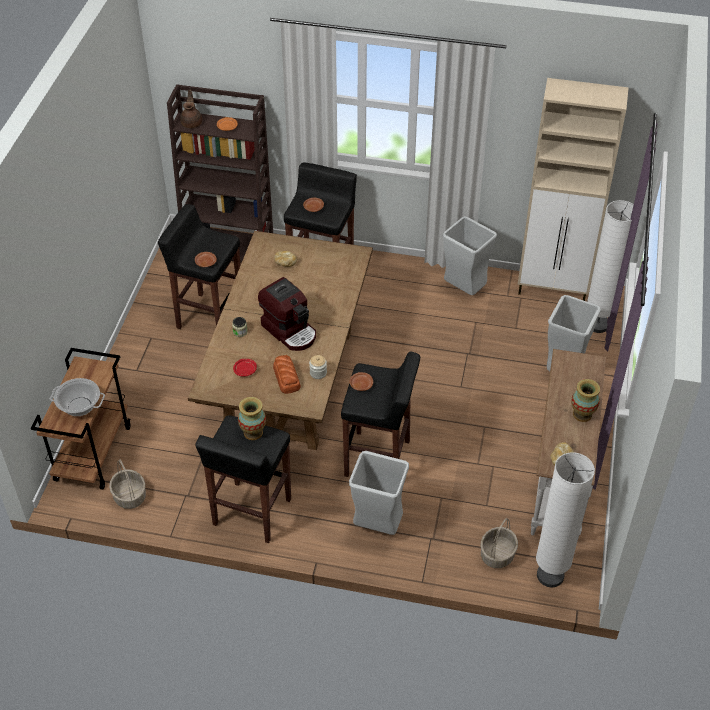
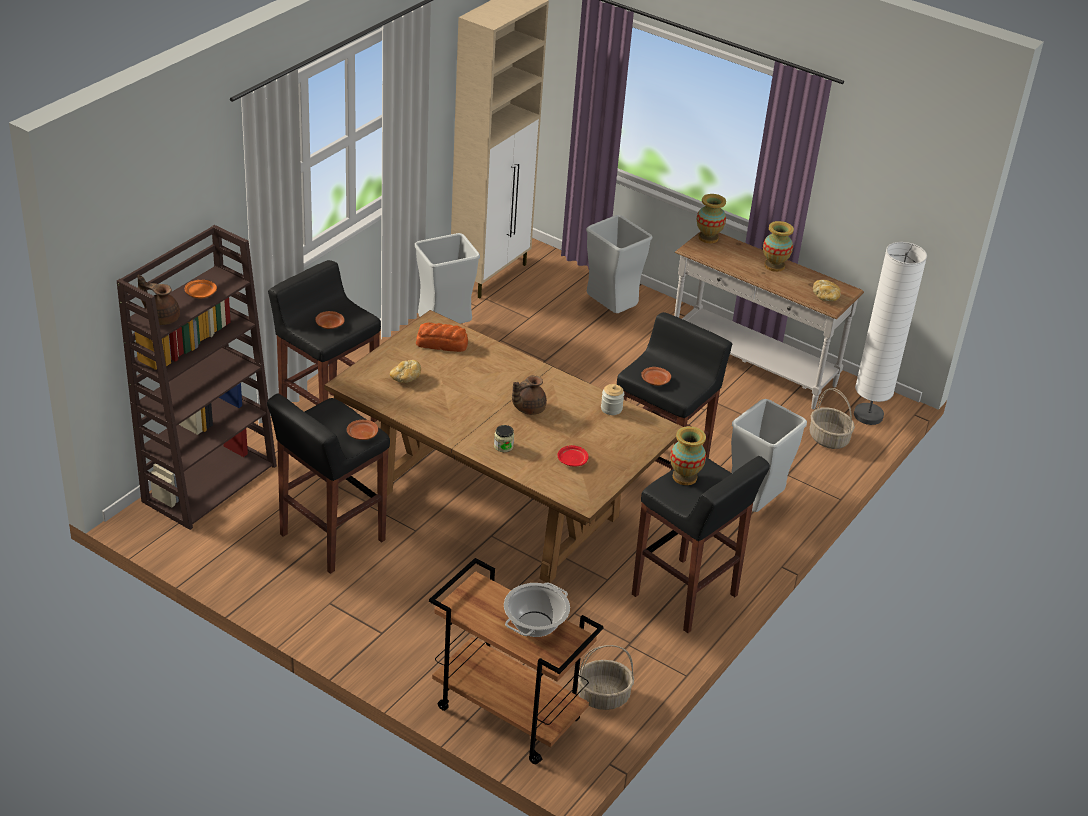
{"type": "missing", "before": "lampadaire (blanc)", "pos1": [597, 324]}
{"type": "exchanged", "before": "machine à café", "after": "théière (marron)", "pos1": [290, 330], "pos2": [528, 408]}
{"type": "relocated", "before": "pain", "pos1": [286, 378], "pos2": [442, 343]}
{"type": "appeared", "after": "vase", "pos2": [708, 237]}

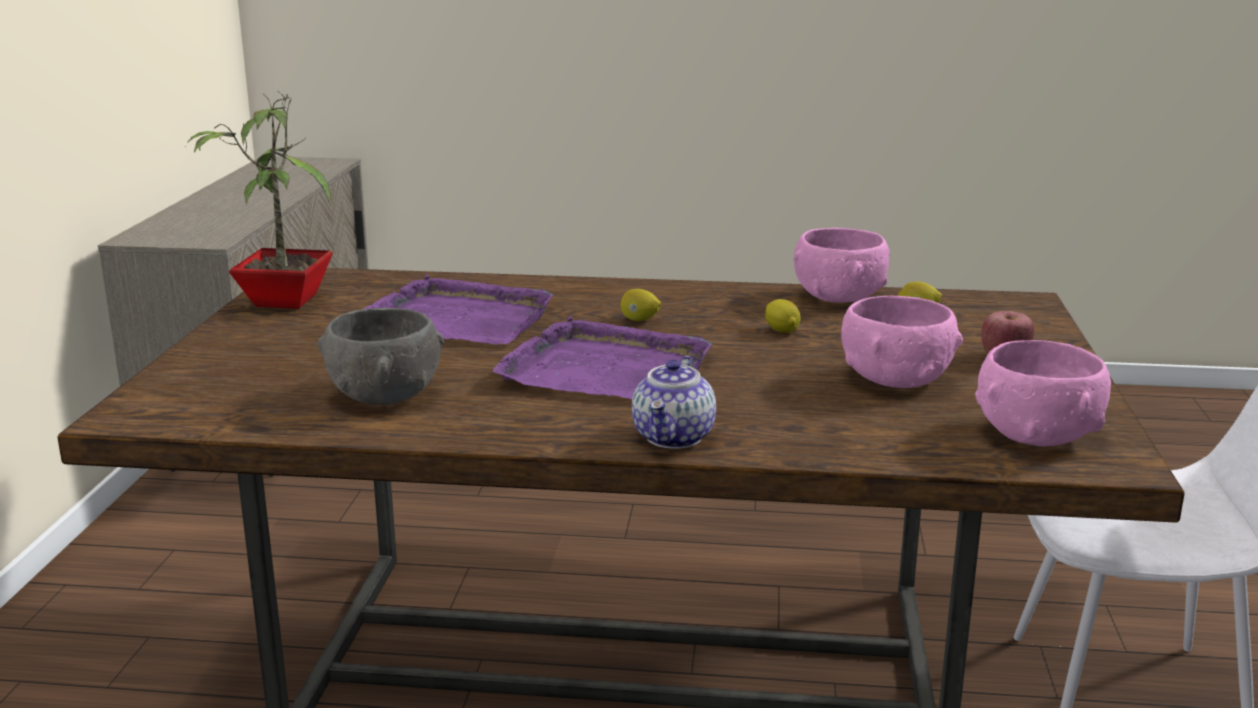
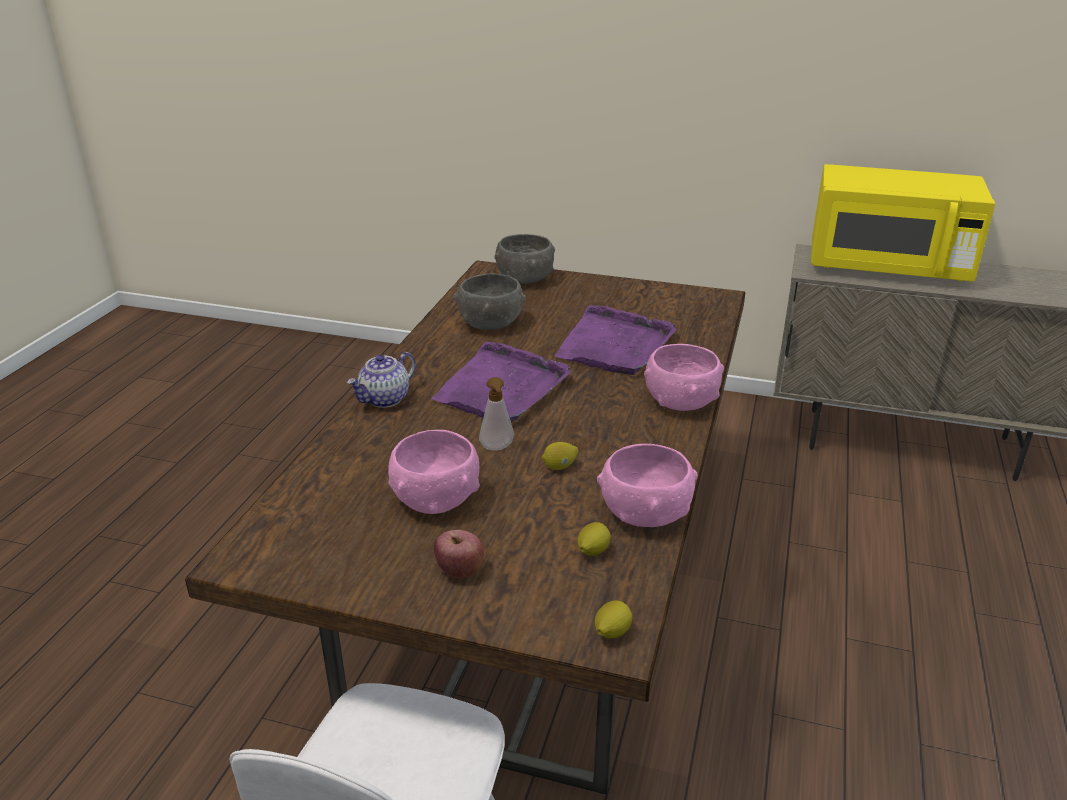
{"type": "missing", "before": "plante en pot", "pos1": [281, 301]}
{"type": "relocated", "before": "citron", "pos1": [639, 320], "pos2": [611, 632]}
{"type": "relocated", "before": "bol (rose)", "pos1": [1037, 434], "pos2": [681, 402]}
{"type": "spun", "before": "théière", "pos1": [674, 437], "pos2": [385, 399], "turn": -75}
{"type": "appeared", "after": "micro-ondes (jaune)", "pos2": [887, 266]}
{"type": "appeared", "after": "bol (gris)", "pos2": [525, 279]}
{"type": "appeared", "after": "distributeur de savon", "pos2": [497, 448]}

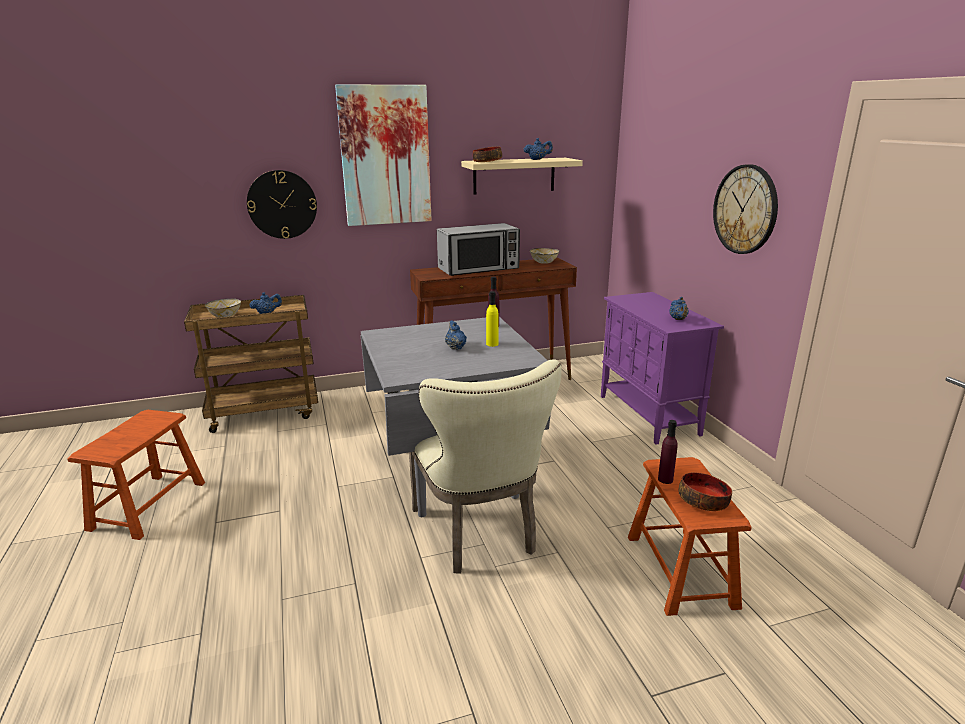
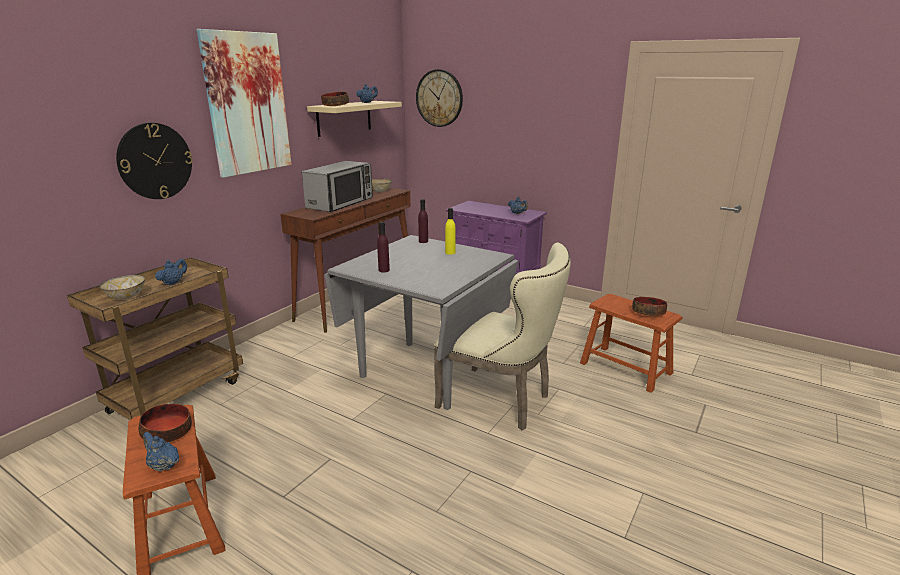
{"type": "relocated", "before": "horloge murale", "pos1": [745, 209], "pos2": [439, 98]}
{"type": "relocated", "before": "théière (bleu)", "pos1": [455, 347], "pos2": [163, 465]}
{"type": "relocated", "before": "bouteille (violet)", "pos1": [665, 479], "pos2": [384, 270]}
{"type": "appeared", "after": "bol", "pos2": [168, 432]}

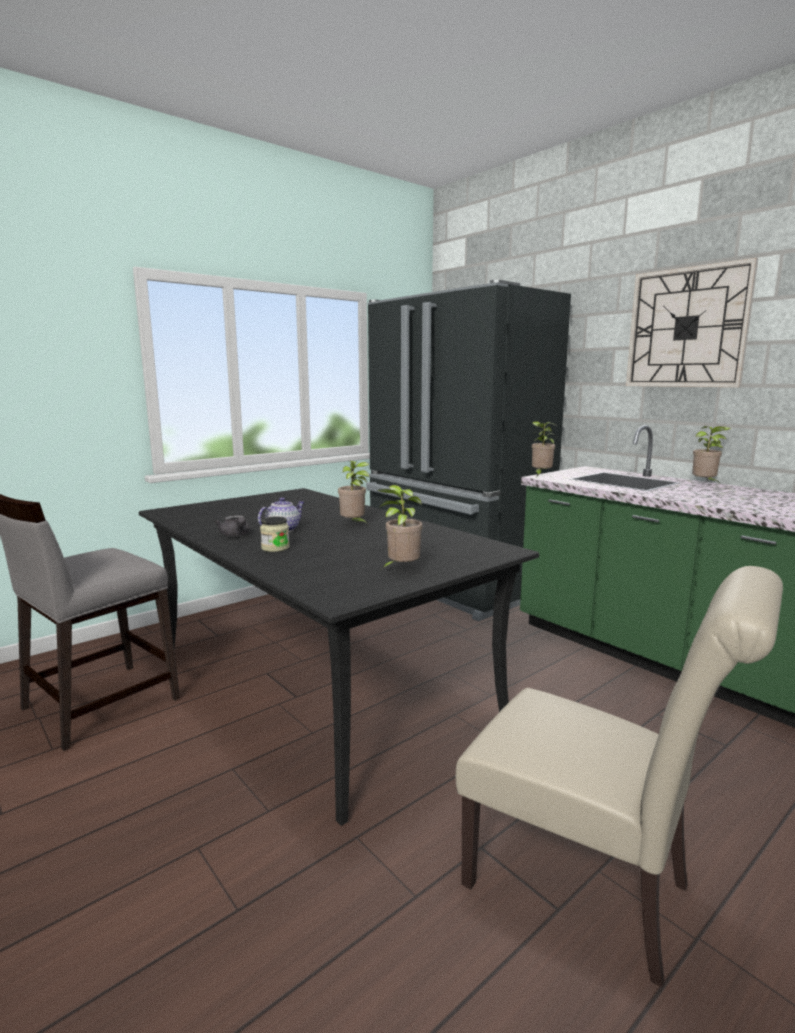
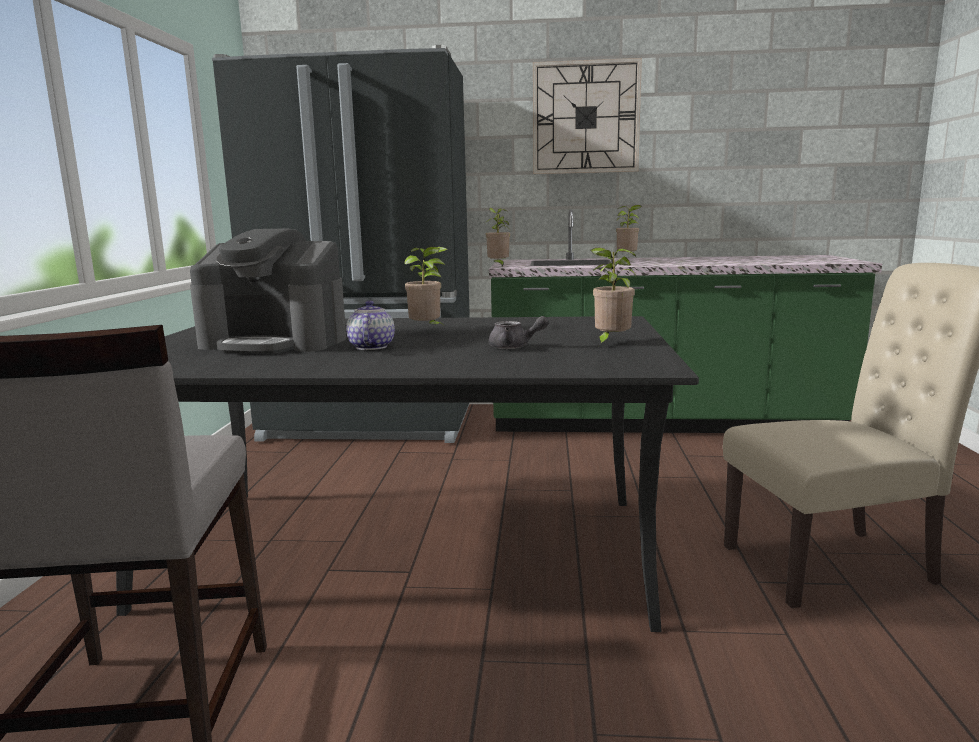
{"type": "relocated", "before": "théière (gris)", "pos1": [236, 535], "pos2": [514, 347]}
{"type": "missing", "before": "bocal", "pos1": [275, 548]}
{"type": "appeared", "after": "machine à café", "pos2": [276, 342]}

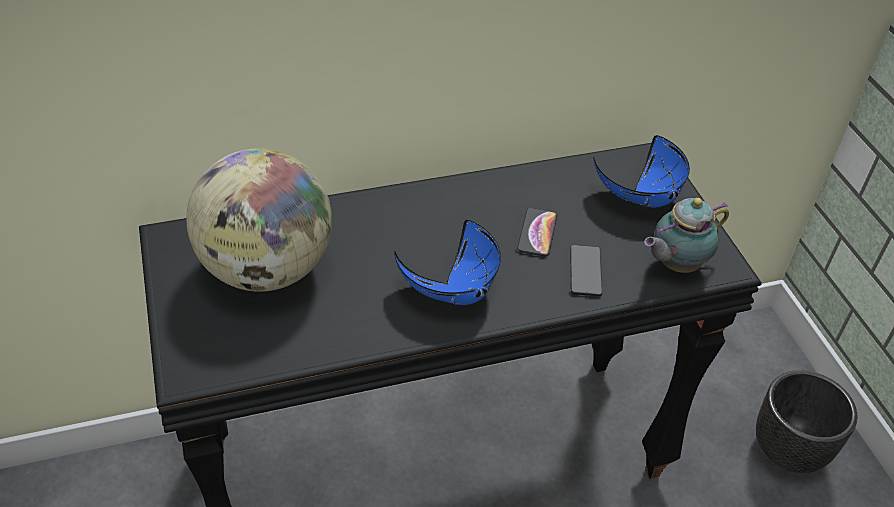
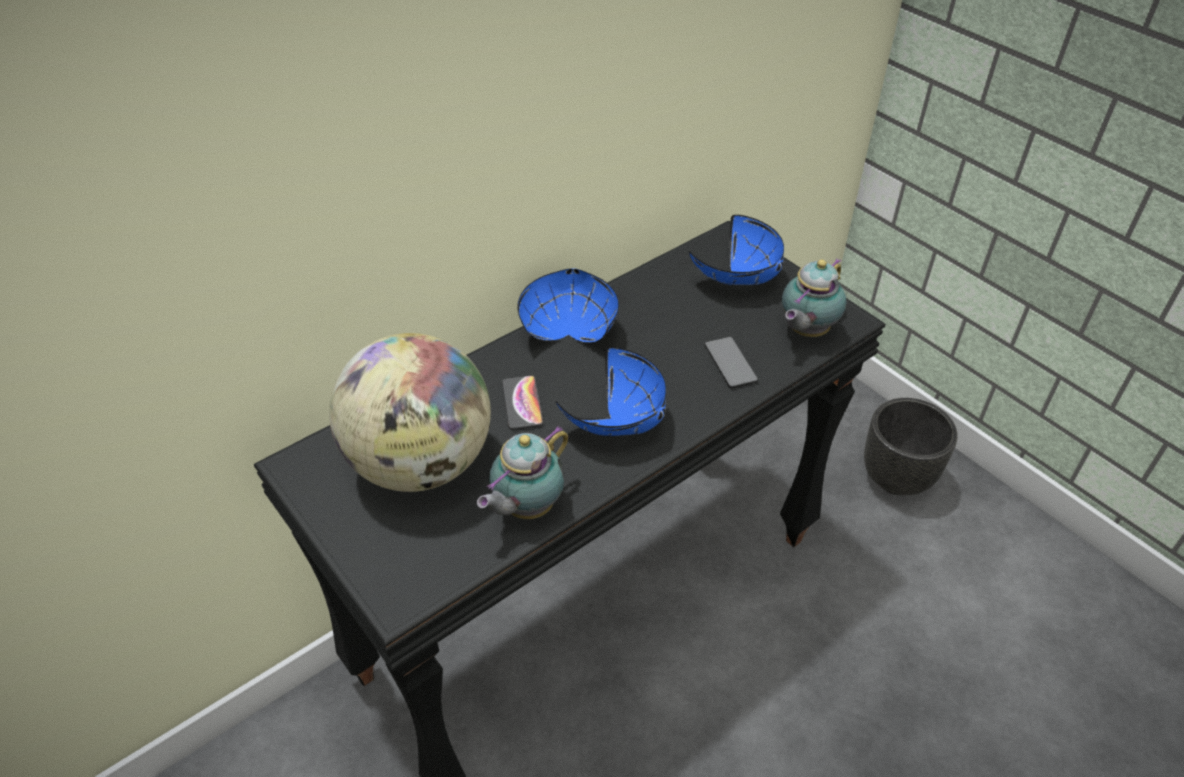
{"type": "relocated", "before": "téléphone", "pos1": [537, 233], "pos2": [522, 403]}
{"type": "appeared", "after": "bol (bleu)", "pos2": [568, 328]}
{"type": "appeared", "after": "théière", "pos2": [526, 508]}

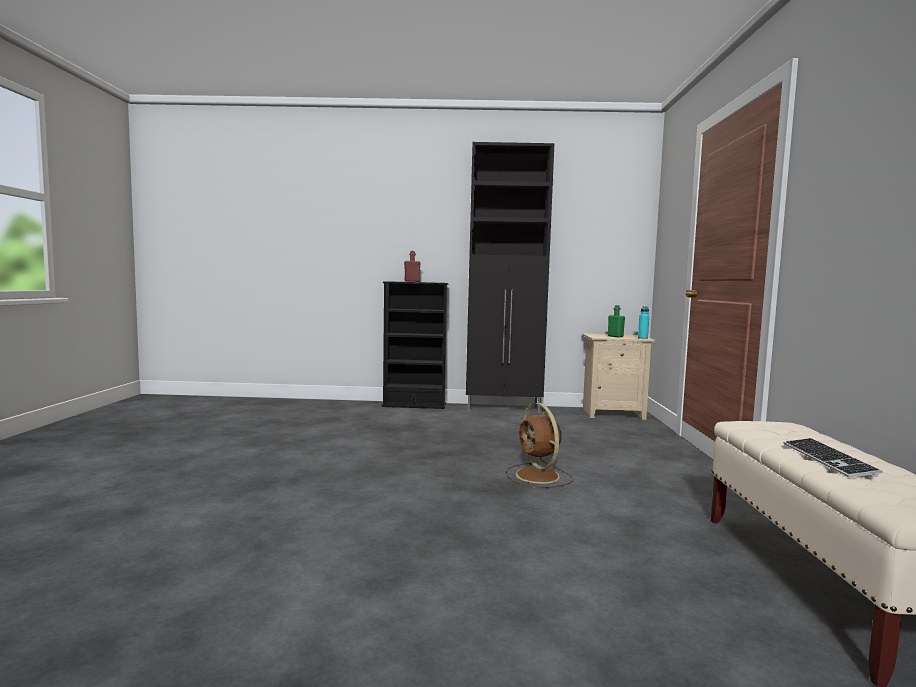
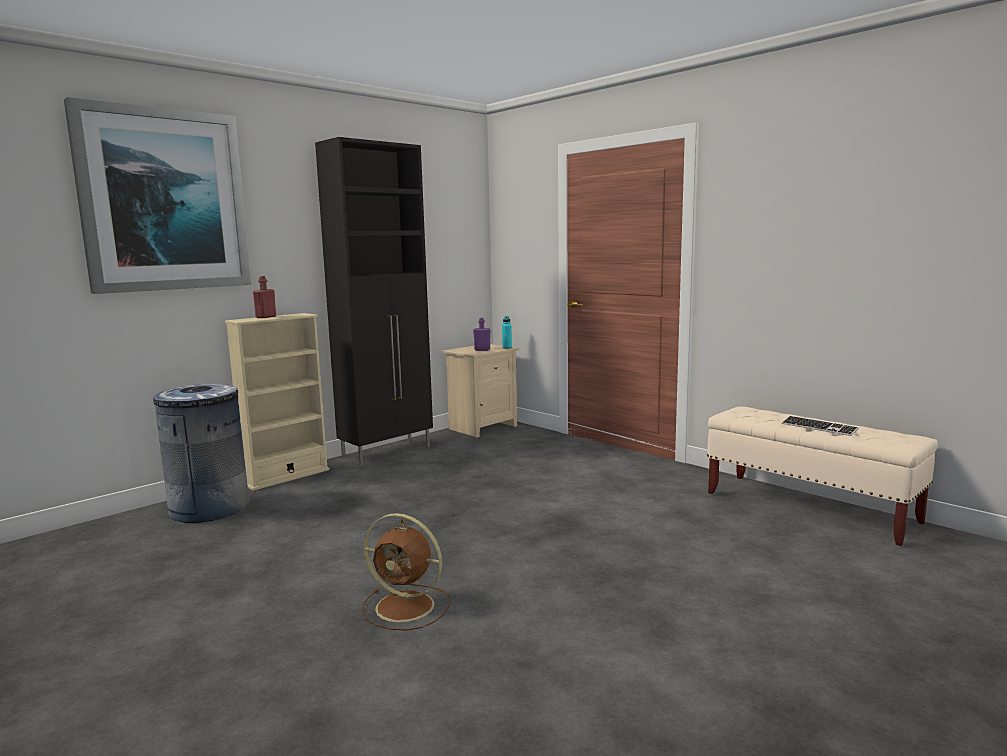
{"type": "colour", "before": "bibliothèque (noir)", "after": "bibliothèque (beige)", "pos1": [414, 405], "pos2": [286, 476]}
{"type": "colour", "before": "bouteille (vert)", "after": "bouteille (violet)", "pos1": [615, 336], "pos2": [482, 350]}
{"type": "relocated", "before": "ventilateur (marron)", "pos1": [538, 476], "pos2": [407, 607]}
{"type": "appeared", "after": "tableau", "pos2": [164, 201]}
{"type": "appeared", "after": "poubelle (gris)", "pos2": [209, 508]}

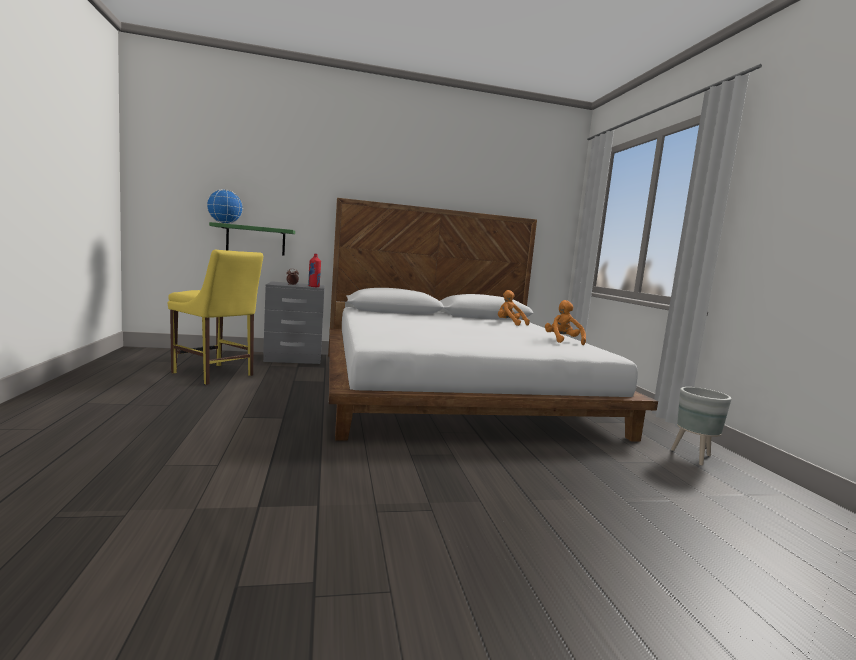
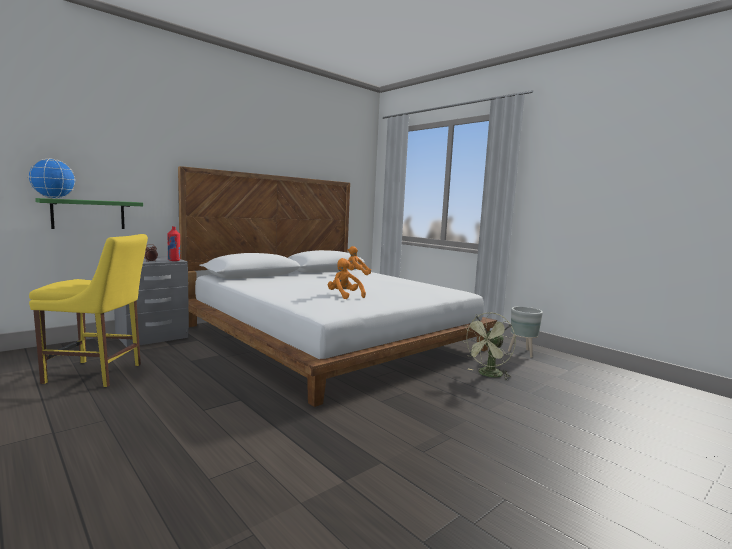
{"type": "relocated", "before": "peluche (orange)", "pos1": [562, 341], "pos2": [344, 296]}
{"type": "appeared", "after": "ventilateur (vert)", "pos2": [488, 375]}

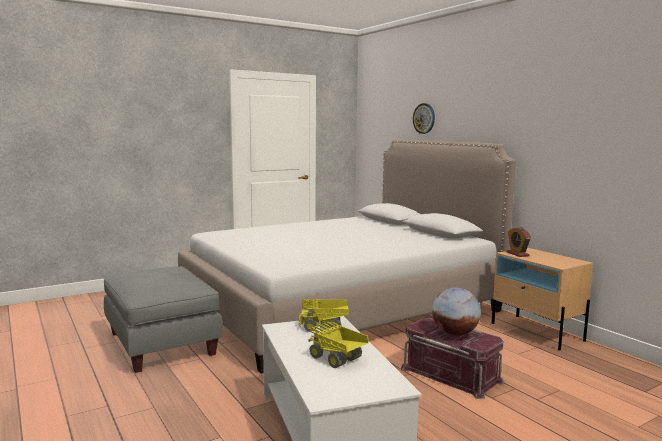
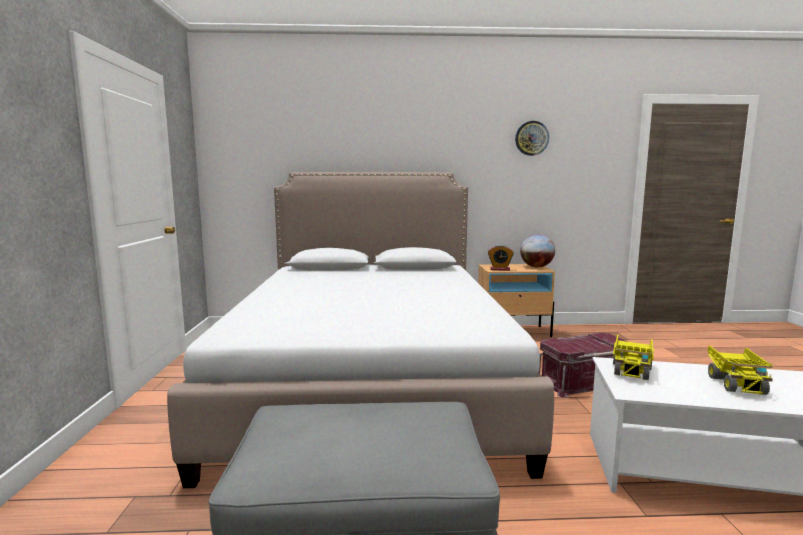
{"type": "relocated", "before": "horloge murale", "pos1": [424, 118], "pos2": [531, 138]}
{"type": "relocated", "before": "globe", "pos1": [454, 333], "pos2": [536, 267]}
{"type": "spun", "before": "camion jouet", "pos1": [337, 359], "pos2": [736, 384], "turn": -60}

